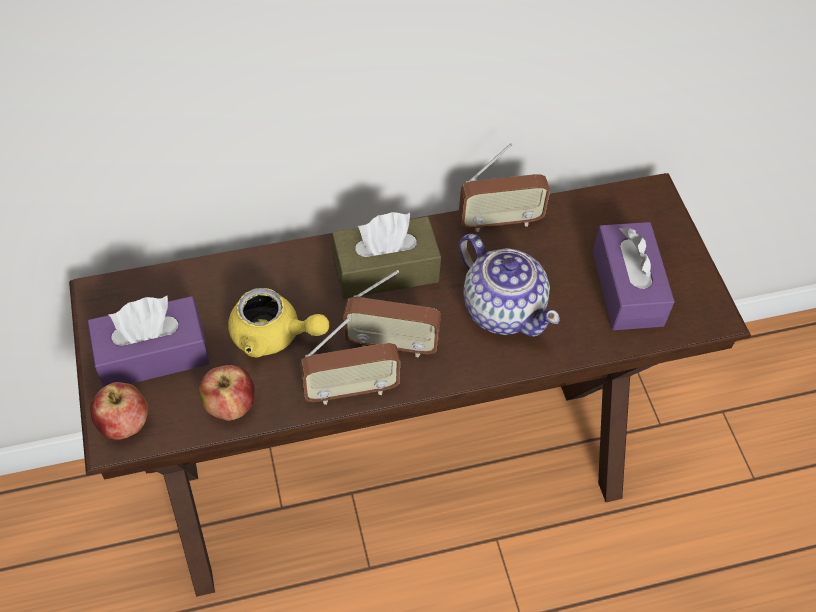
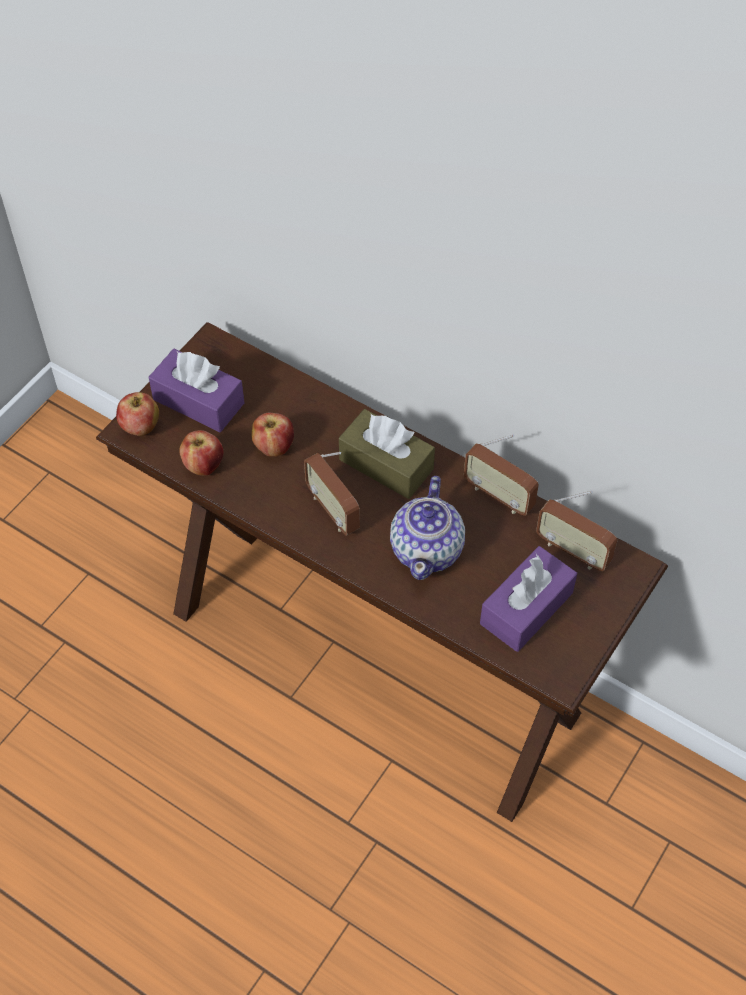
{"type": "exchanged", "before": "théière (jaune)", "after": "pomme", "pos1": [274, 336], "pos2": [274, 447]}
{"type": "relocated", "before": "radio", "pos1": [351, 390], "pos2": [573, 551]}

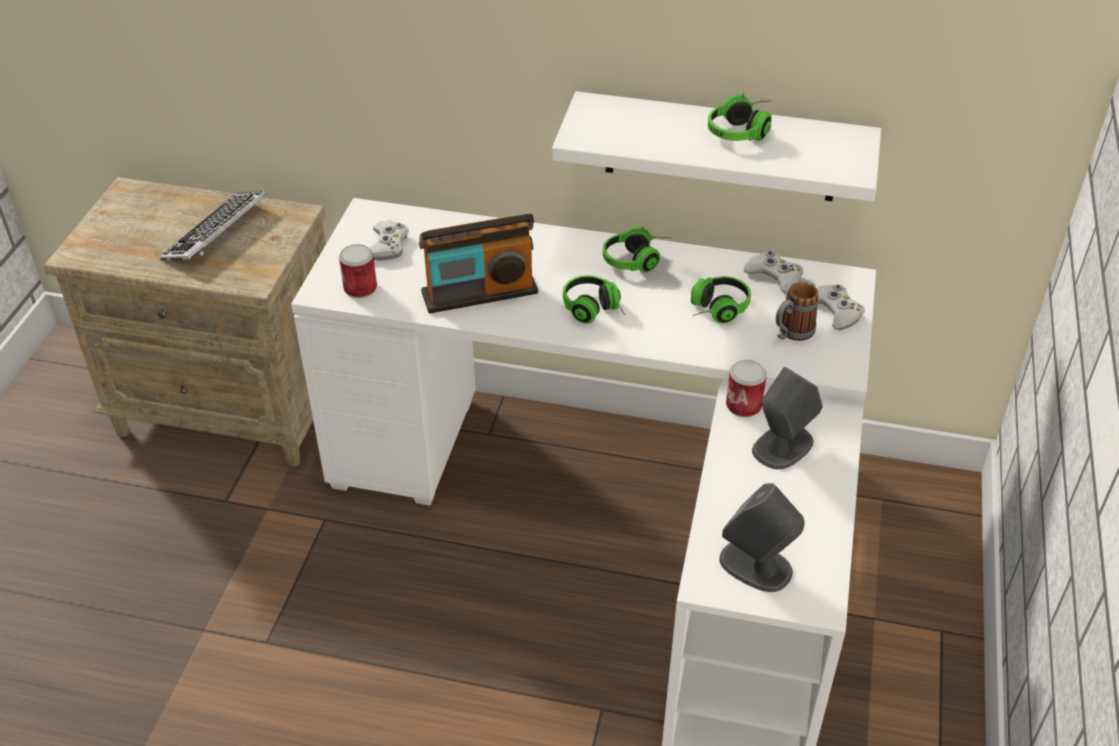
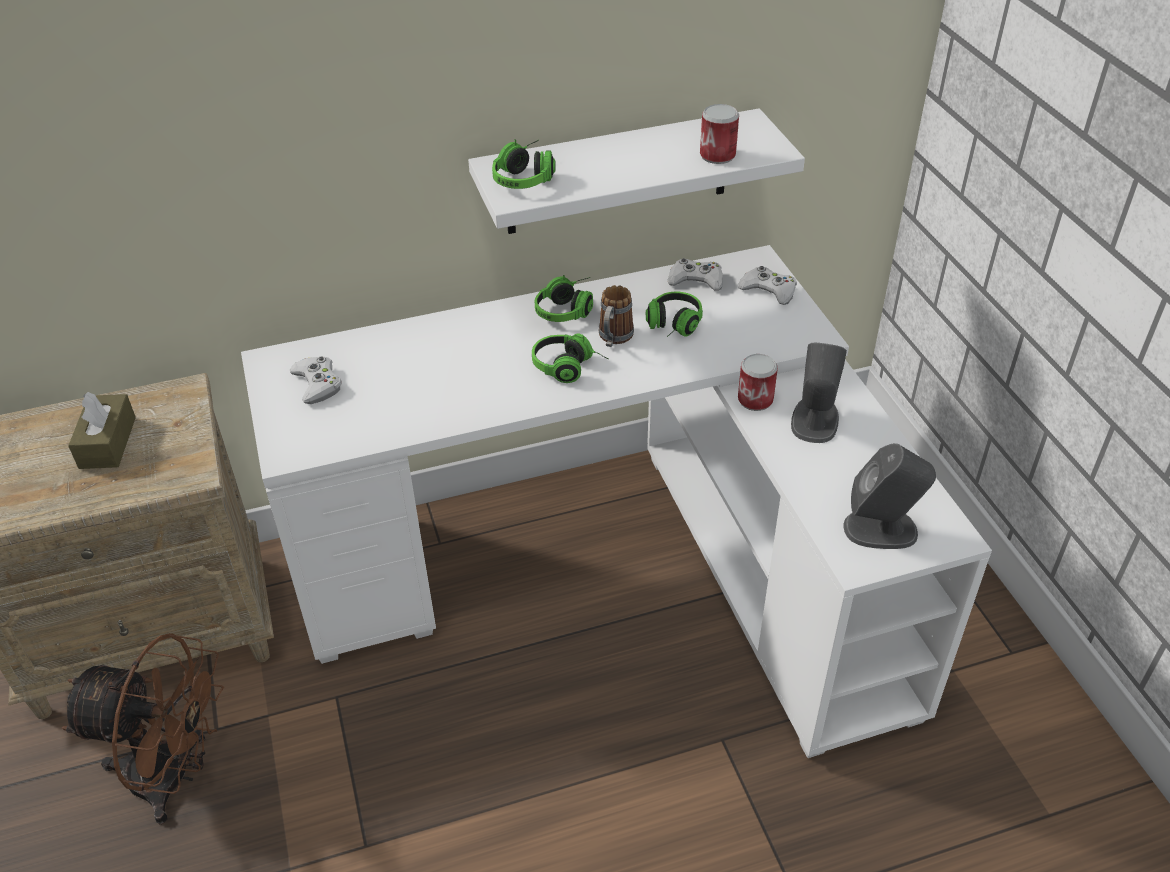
{"type": "relocated", "before": "casque audio", "pos1": [743, 131], "pos2": [527, 177]}
{"type": "exchanged", "before": "clavier", "after": "boîte à mouchoirs (marron)", "pos1": [216, 233], "pos2": [107, 442]}
{"type": "missing", "before": "radio", "pos1": [480, 293]}
{"type": "relocated", "before": "boîte métallique", "pos1": [360, 288], "pos2": [717, 155]}
{"type": "relocated", "before": "mug", "pos1": [791, 333], "pos2": [613, 339]}
{"type": "appeared", "after": "ventilateur (marron)", "pos2": [175, 777]}

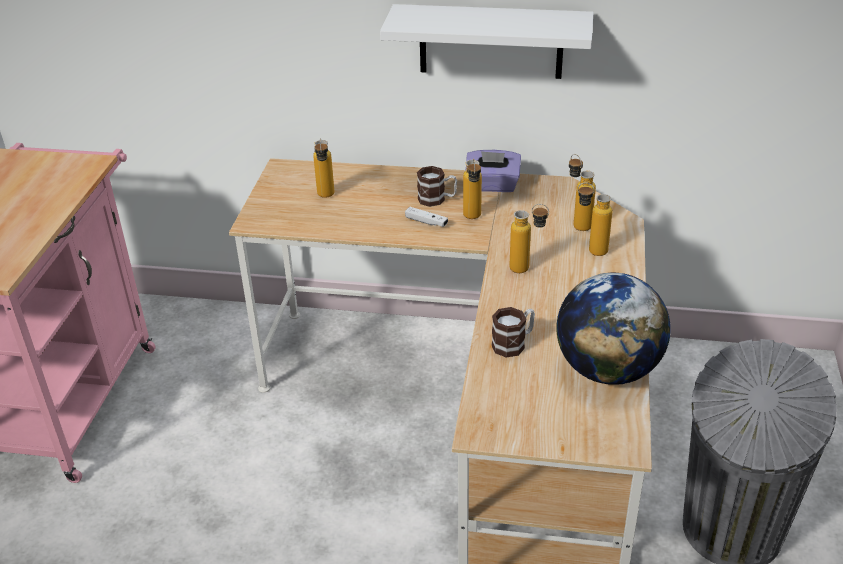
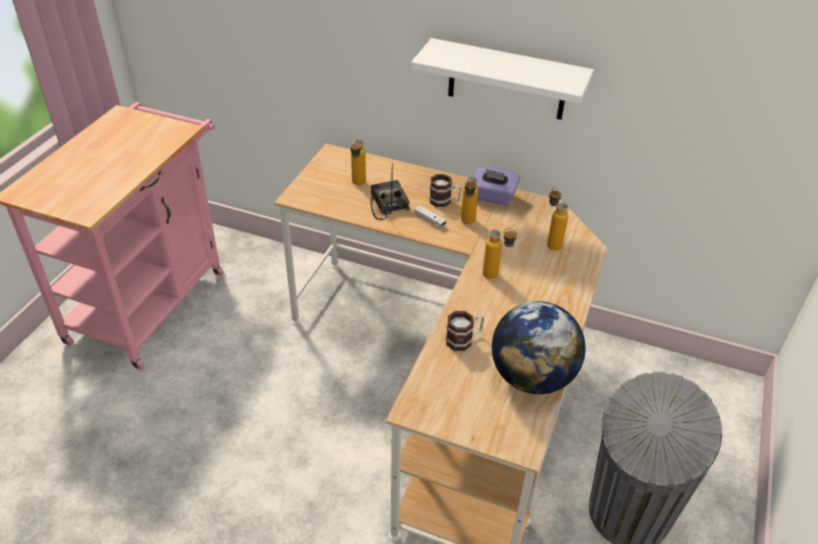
{"type": "missing", "before": "bouteille", "pos1": [590, 250]}
{"type": "appeared", "after": "radio", "pos2": [387, 204]}

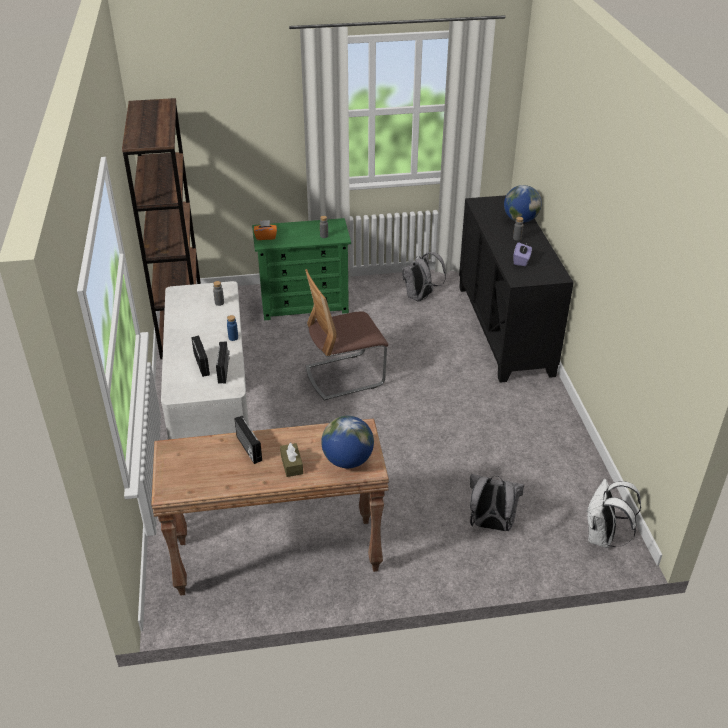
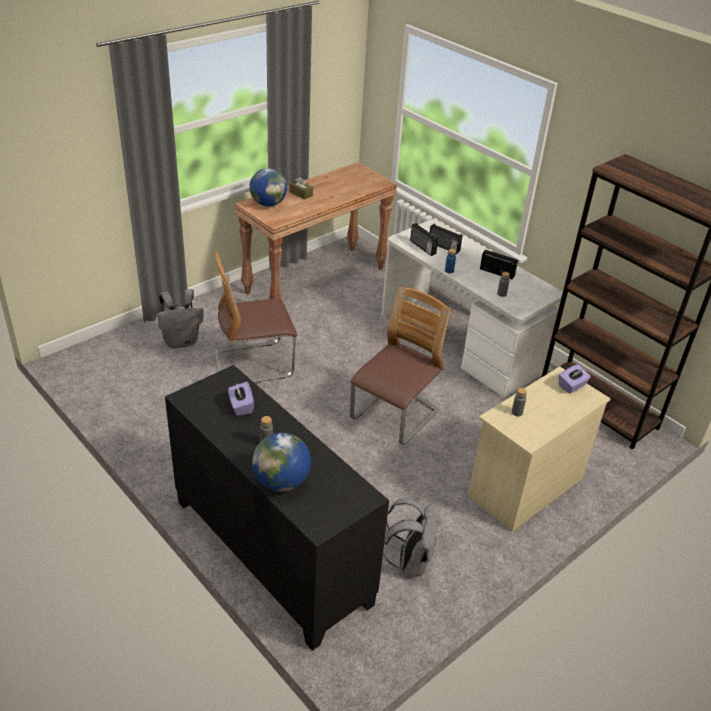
{"type": "colour", "before": "commode (vert)", "after": "commode (beige)", "pos1": [305, 304], "pos2": [525, 487]}
{"type": "colour", "before": "boîte à mouchoirs (orange)", "after": "boîte à mouchoirs (violet)", "pos1": [265, 237], "pos2": [572, 386]}
{"type": "relocated", "before": "radio", "pos1": [248, 449], "pos2": [497, 272]}
{"type": "missing", "before": "sac à dos (blanc)", "pos1": [602, 537]}
{"type": "appeared", "after": "chaise", "pos2": [254, 364]}

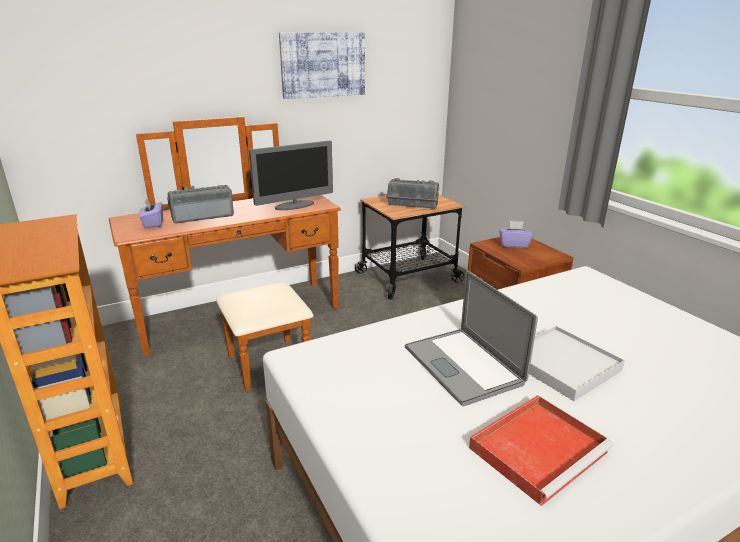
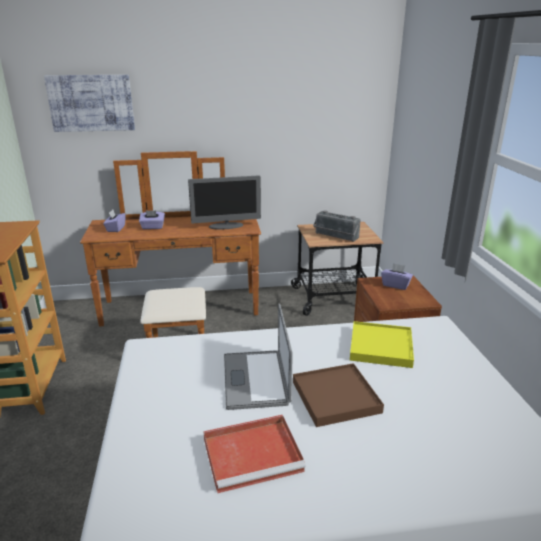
{"type": "relocated", "before": "tableau", "pos1": [323, 65], "pos2": [91, 103]}
{"type": "exchanged", "before": "radio", "after": "boîte à mouchoirs (violet)", "pos1": [202, 216], "pos2": [152, 227]}
{"type": "colour", "before": "plateau (blanc)", "after": "plateau (marron)", "pos1": [563, 365], "pos2": [335, 397]}
{"type": "appeared", "after": "plateau (jaune)", "pos2": [380, 347]}

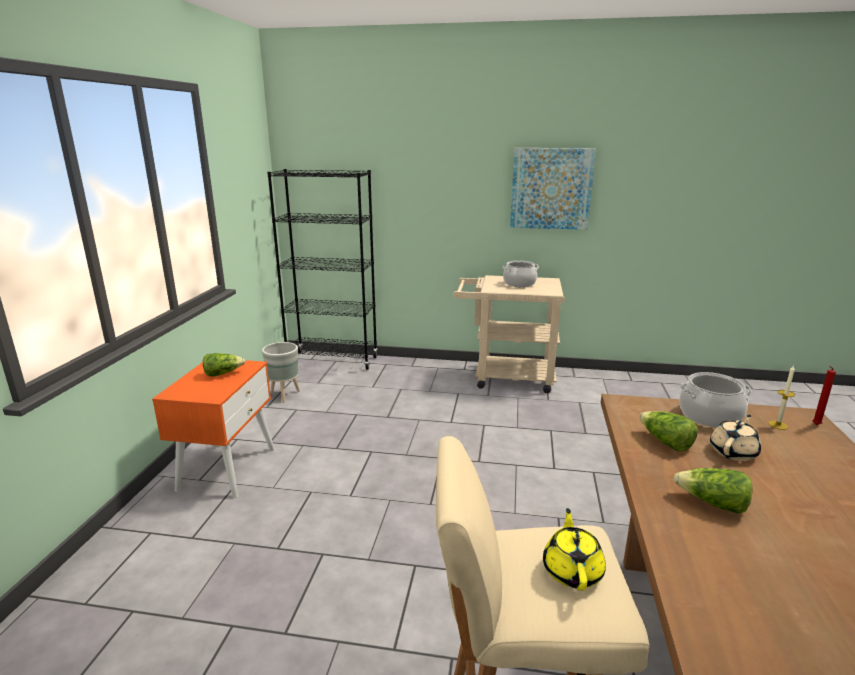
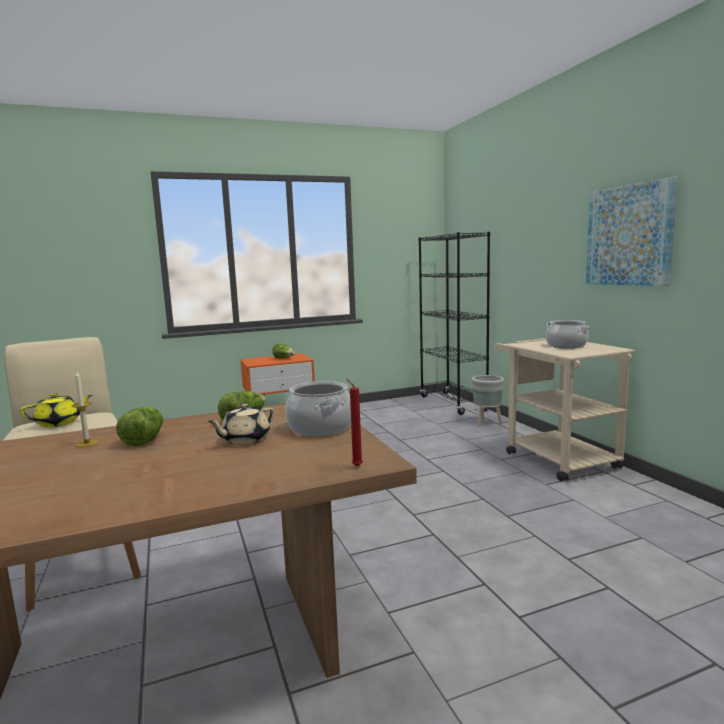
{"type": "relocated", "before": "cache-pot (gris)", "pos1": [284, 395], "pos2": [487, 423]}
{"type": "relocated", "before": "bougie", "pos1": [778, 425], "pos2": [87, 443]}
{"type": "spun", "before": "théière (beige)", "pos1": [733, 452], "pos2": [245, 440], "turn": 120}

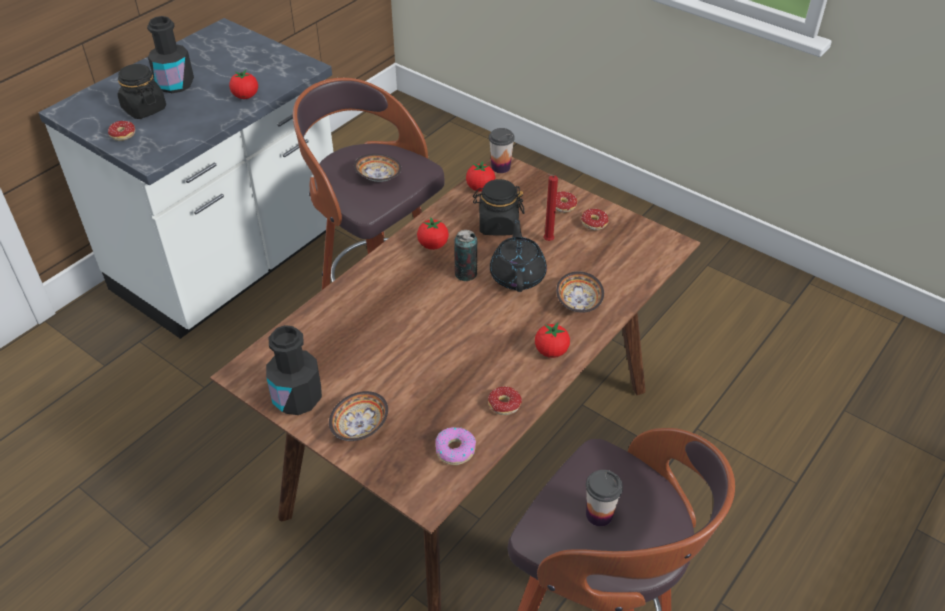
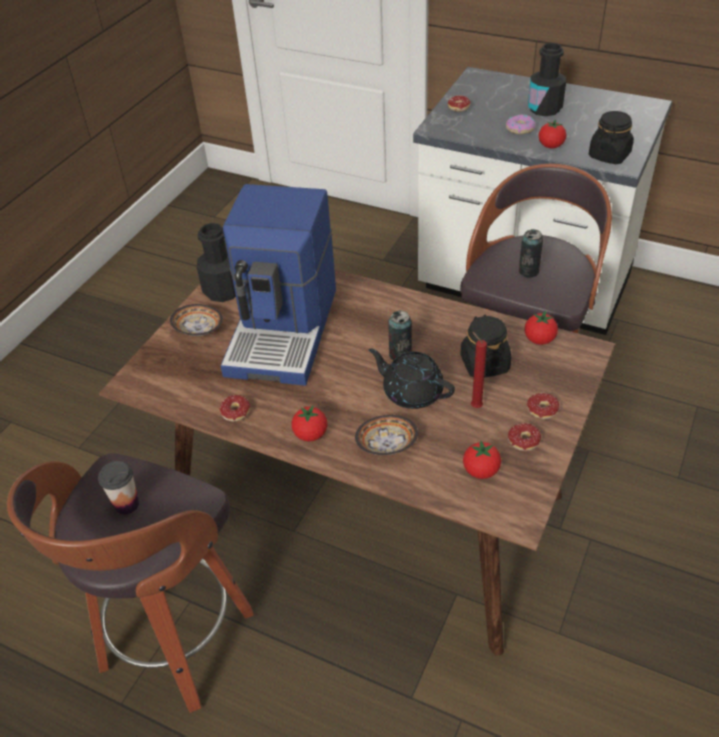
{"type": "relocated", "before": "bocal (noir)", "pos1": [144, 109], "pos2": [609, 155]}
{"type": "missing", "before": "tasse", "pos1": [500, 167]}
{"type": "exchanged", "before": "bol", "after": "boîte métallique", "pos1": [378, 177], "pos2": [528, 271]}
{"type": "relocated", "before": "tomate", "pos1": [433, 245], "pos2": [481, 471]}
{"type": "spun", "before": "théière (noir)", "pos1": [517, 275], "pos2": [412, 392], "turn": -135}
{"type": "relocated", "before": "beignet", "pos1": [455, 450], "pos2": [520, 128]}
{"type": "appeared", "after": "machine à café", "pos2": [284, 330]}

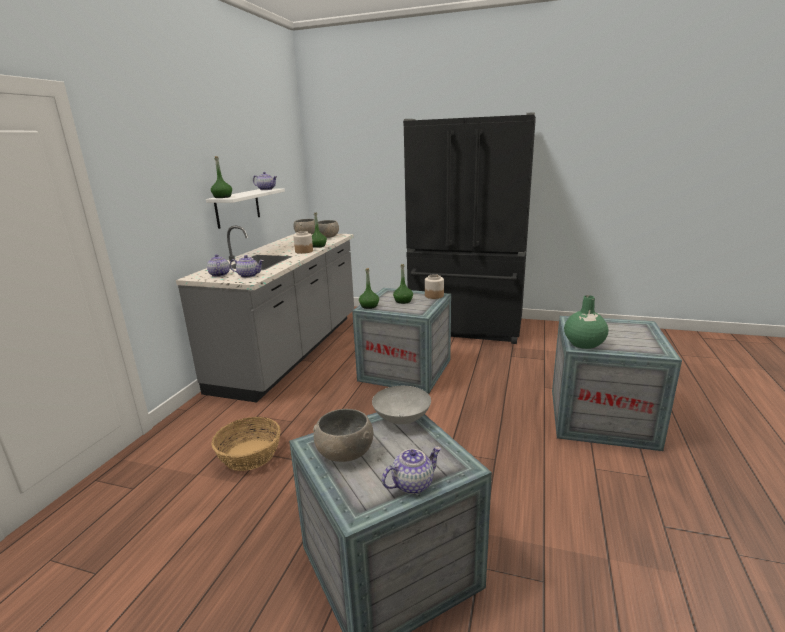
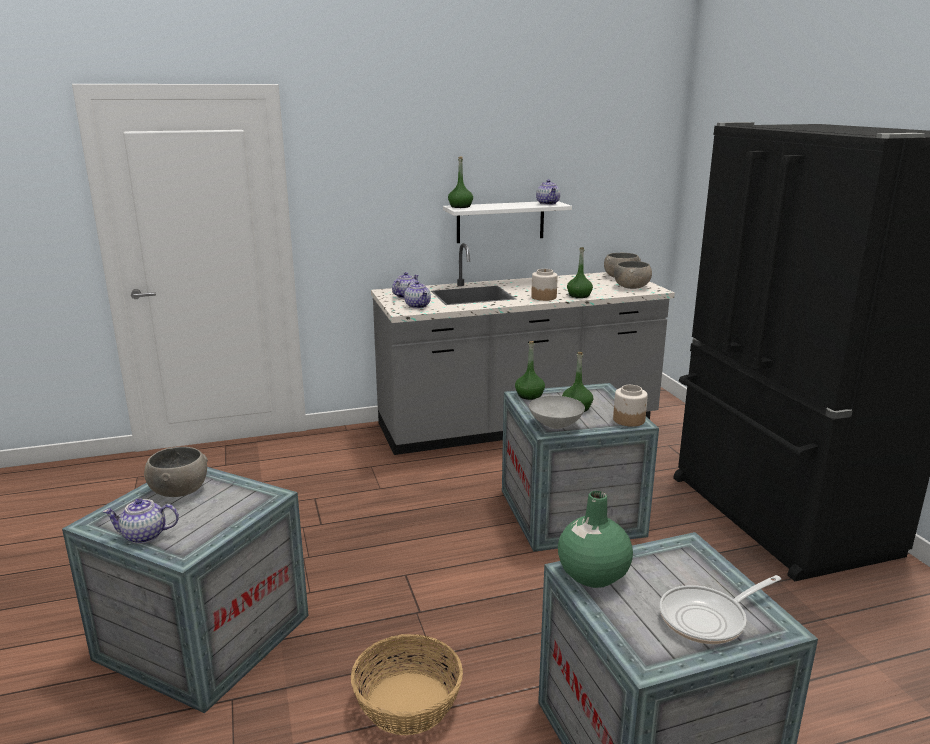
{"type": "relocated", "before": "bol (gris)", "pos1": [402, 419], "pos2": [556, 425]}
{"type": "relocated", "before": "panier", "pos1": [249, 454], "pos2": [408, 702]}
{"type": "spun", "before": "théière", "pos1": [412, 483], "pos2": [144, 536], "turn": 150}
{"type": "appeared", "after": "poêle", "pos2": [708, 619]}

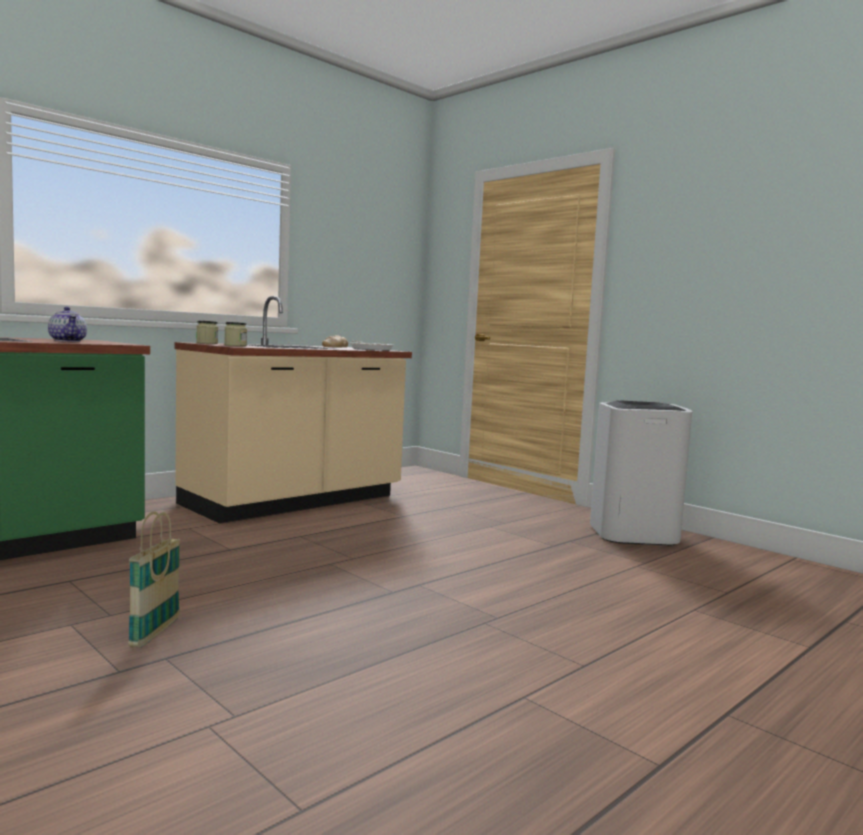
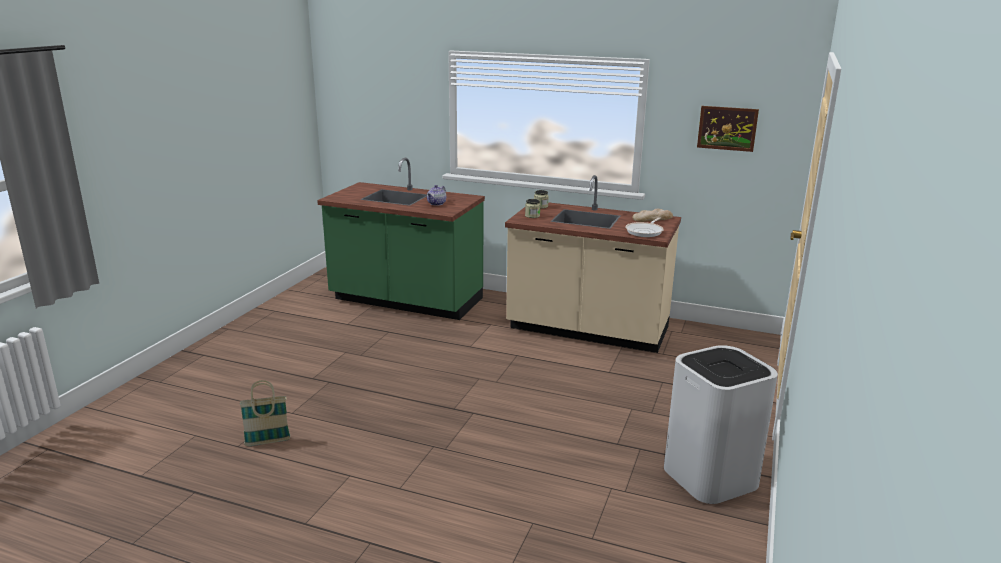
{"type": "relocated", "before": "panier", "pos1": [155, 632], "pos2": [268, 442]}
{"type": "appeared", "after": "tableau", "pos2": [727, 128]}

